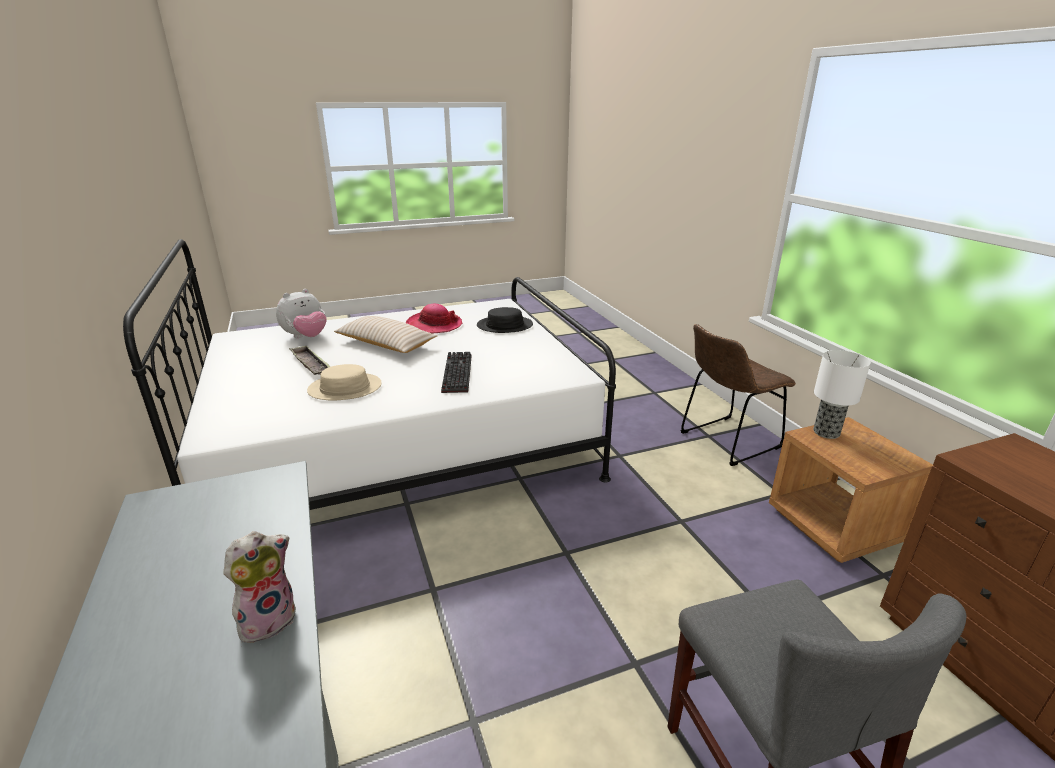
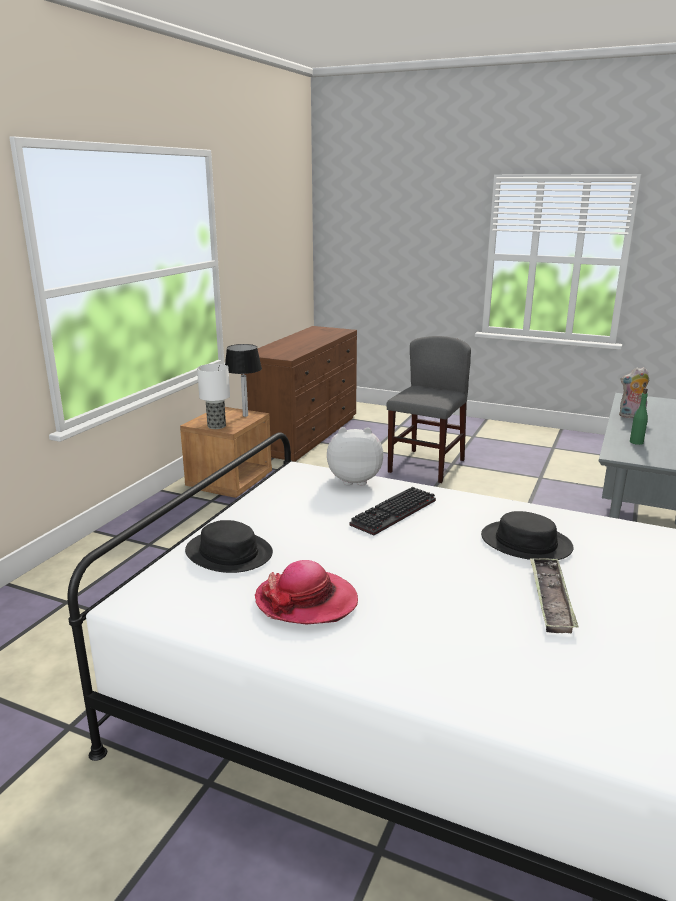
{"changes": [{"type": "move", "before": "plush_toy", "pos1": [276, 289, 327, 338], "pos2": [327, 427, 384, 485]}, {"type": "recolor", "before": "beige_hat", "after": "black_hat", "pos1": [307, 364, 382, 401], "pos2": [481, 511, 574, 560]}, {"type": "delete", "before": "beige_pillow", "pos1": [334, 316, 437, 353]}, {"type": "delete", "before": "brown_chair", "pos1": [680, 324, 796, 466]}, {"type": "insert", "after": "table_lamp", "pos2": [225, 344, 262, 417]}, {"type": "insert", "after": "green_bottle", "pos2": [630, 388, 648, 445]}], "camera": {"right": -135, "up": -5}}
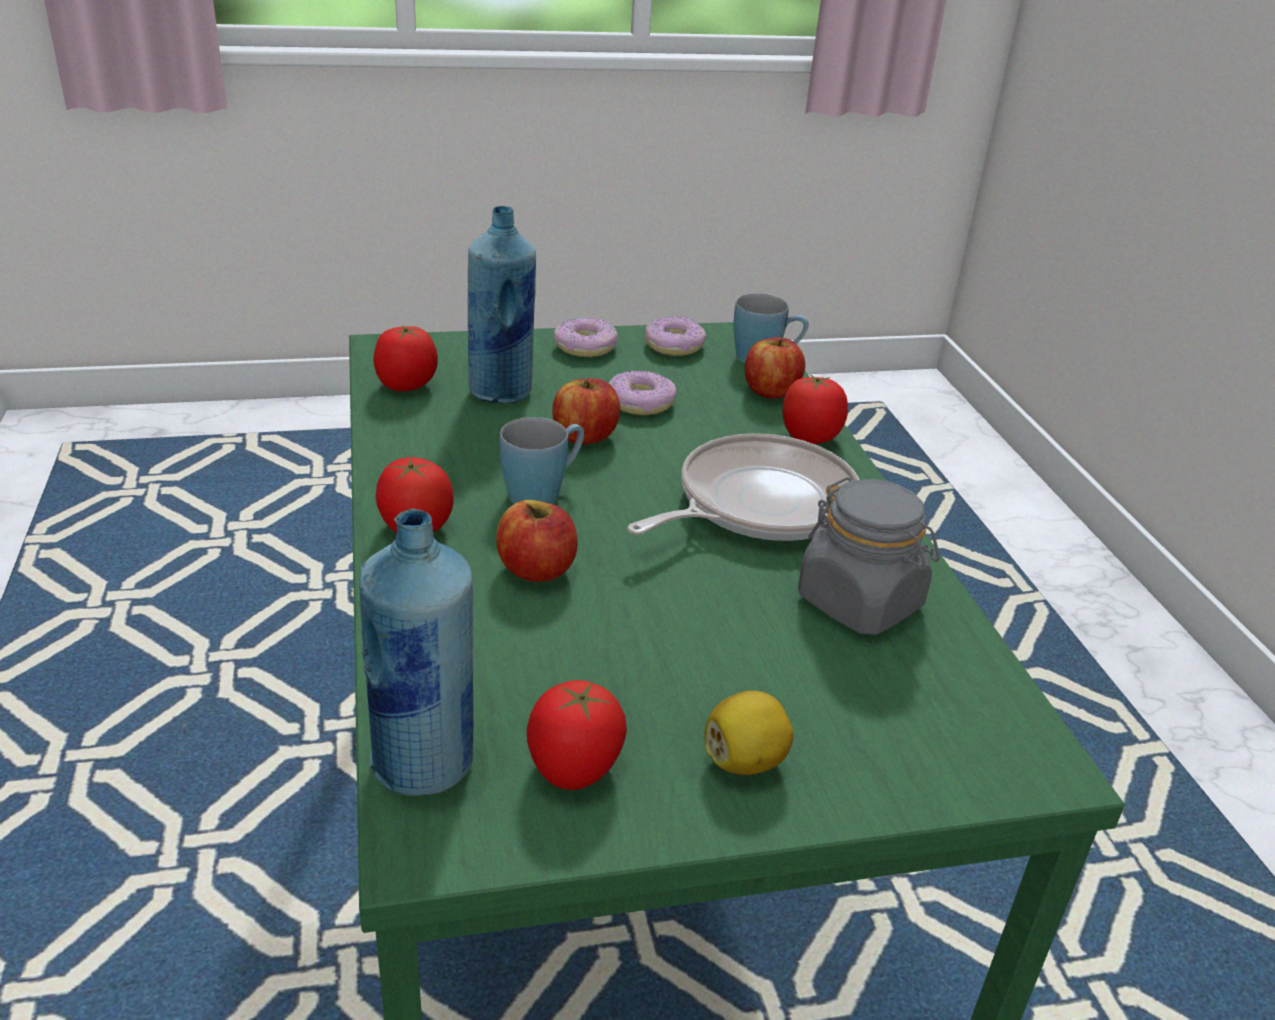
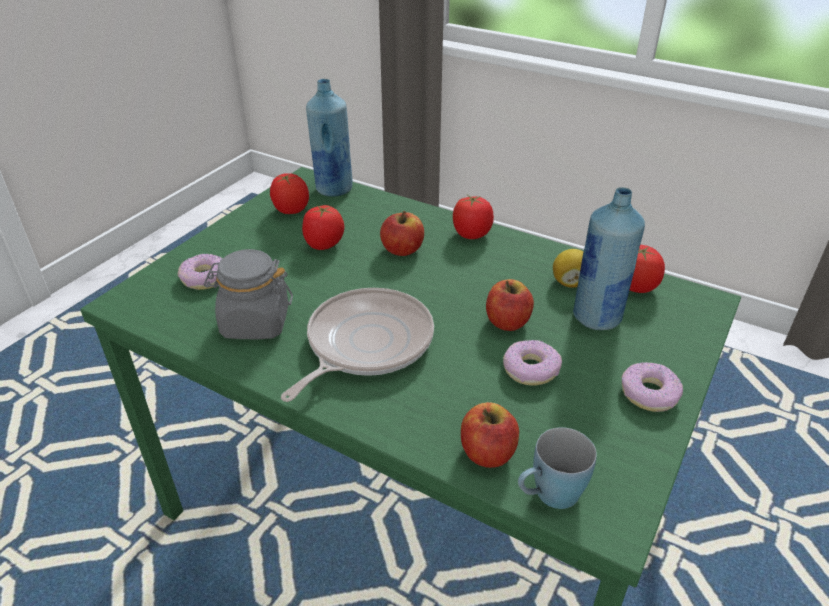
{"changes": [{"type": "delete", "before": "blue_mug", "pos1": [500, 417, 584, 504]}, {"type": "rotate", "before": "frying_pan", "pos1": [627, 433, 860, 541], "pos2": [281, 288, 434, 402], "turn": -150}, {"type": "move", "before": "donut", "pos1": [645, 316, 706, 356], "pos2": [178, 254, 223, 290]}, {"type": "move", "before": "lemon", "pos1": [705, 691, 793, 775], "pos2": [553, 249, 583, 287]}, {"type": "move", "before": "tomato", "pos1": [782, 373, 848, 444], "pos2": [302, 205, 344, 250]}], "camera": {"right": 135, "up": 5}}
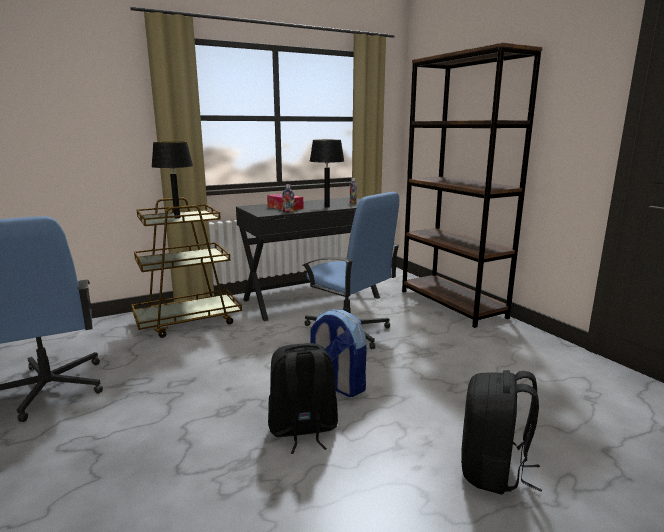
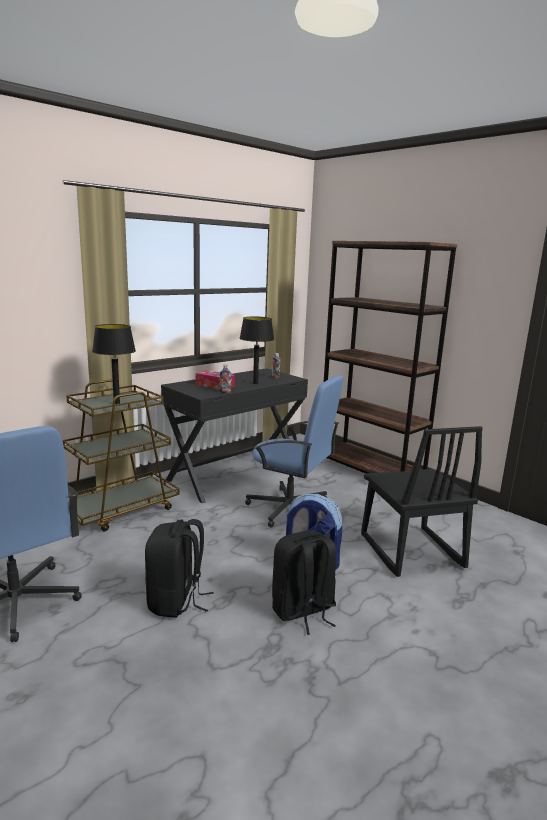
{"changes": [{"type": "move", "before": "black_backpack", "pos1": [461, 370, 542, 494], "pos2": [145, 519, 214, 618]}, {"type": "insert", "after": "black_chair", "pos2": [361, 426, 483, 577]}], "camera": {"right": -15, "up": 0}}
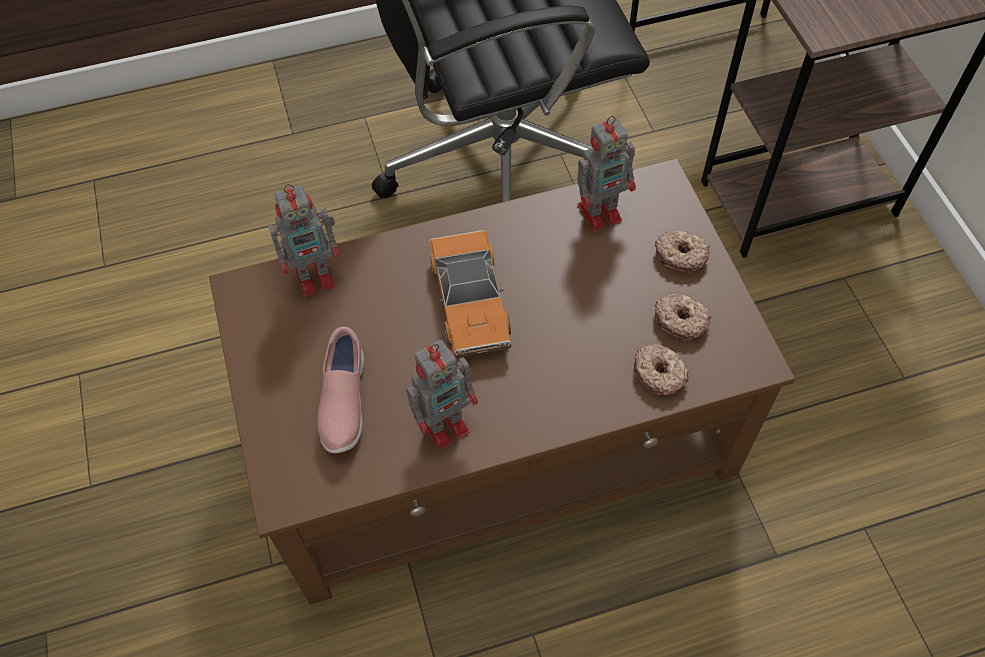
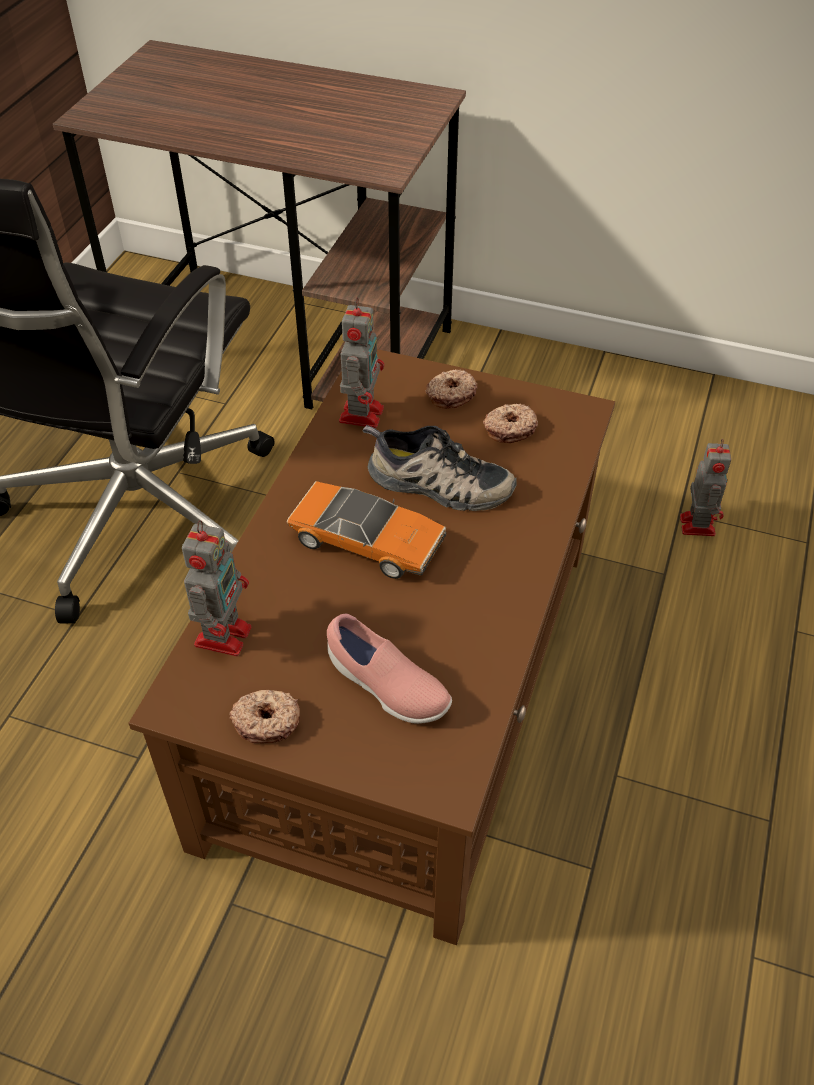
{"changes": [{"type": "move", "before": "toy_robot", "pos1": [406, 340, 478, 449], "pos2": [680, 439, 731, 536]}, {"type": "move", "before": "donut", "pos1": [634, 344, 689, 396], "pos2": [229, 690, 300, 743]}, {"type": "insert", "after": "shoe", "pos2": [362, 425, 517, 511]}], "camera": {"right": -55, "up": -10}}
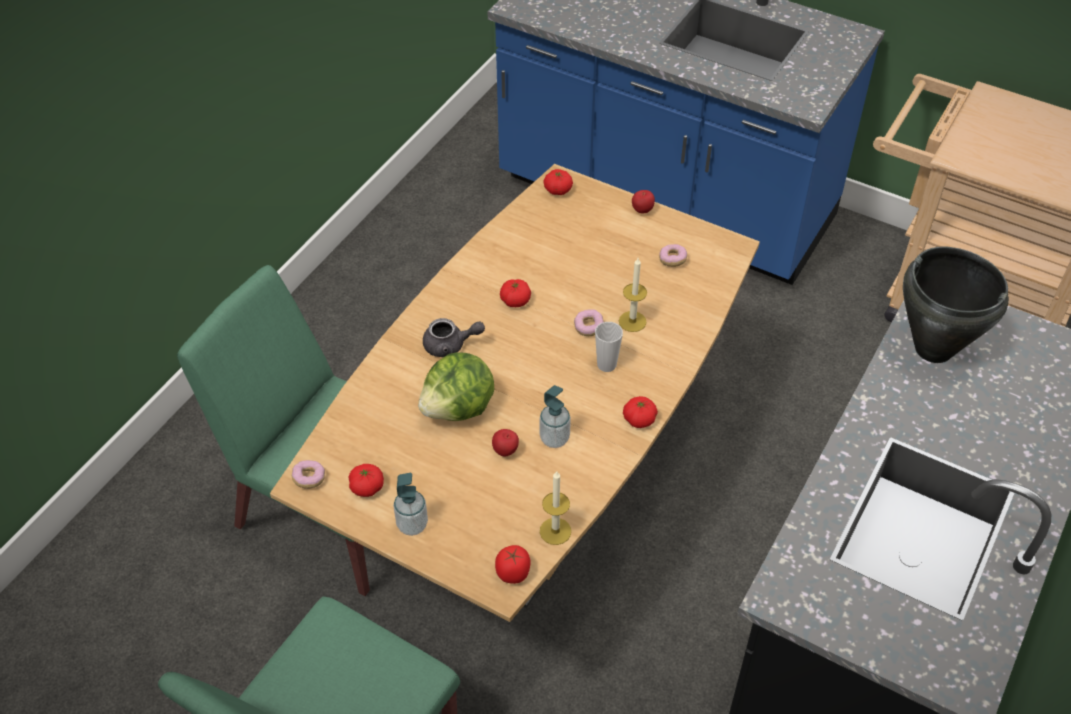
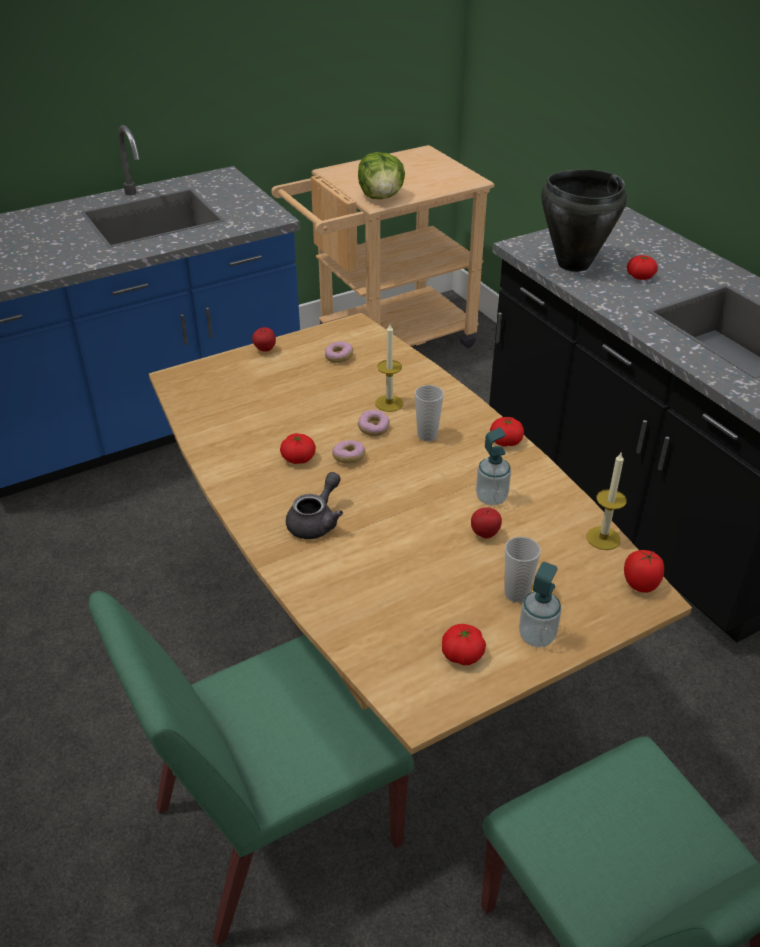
{"changes": [{"type": "move", "before": "donut", "pos1": [292, 460, 325, 489], "pos2": [332, 440, 366, 464]}, {"type": "move", "before": "lettuce", "pos1": [418, 352, 494, 421], "pos2": [358, 152, 405, 199]}, {"type": "move", "before": "tomato", "pos1": [544, 169, 573, 195], "pos2": [627, 255, 658, 280]}, {"type": "insert", "after": "cup", "pos2": [505, 537, 541, 603]}], "camera": {"right": -60, "up": -10}}
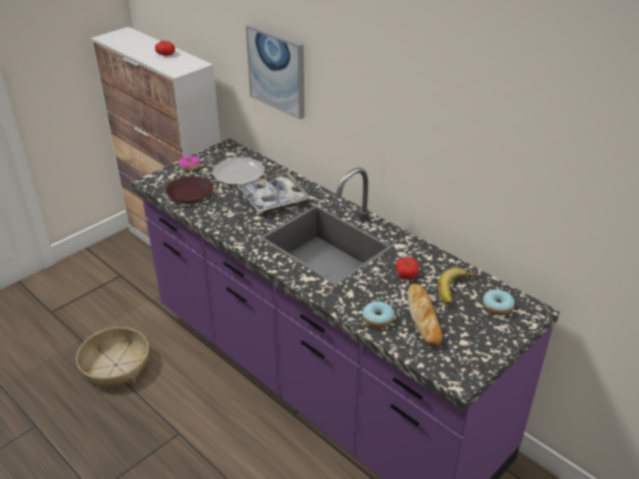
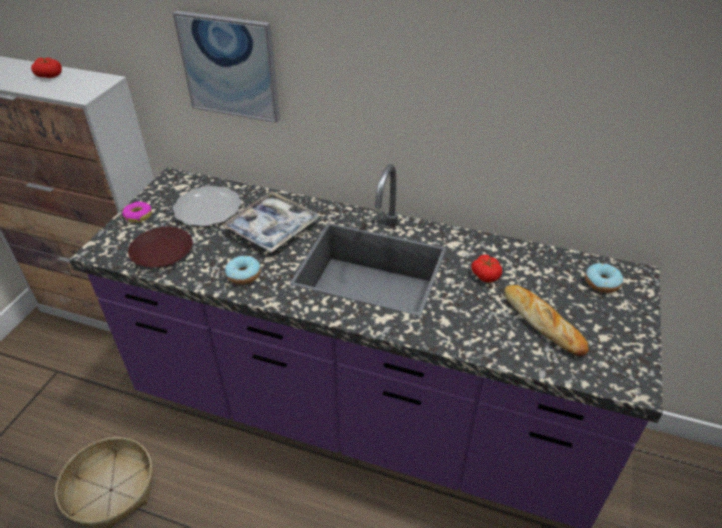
{"changes": [{"type": "move", "before": "donut", "pos1": [362, 301, 394, 328], "pos2": [225, 256, 261, 285]}, {"type": "delete", "before": "banana", "pos1": [438, 267, 479, 305]}], "camera": {"right": -25, "up": 5}}
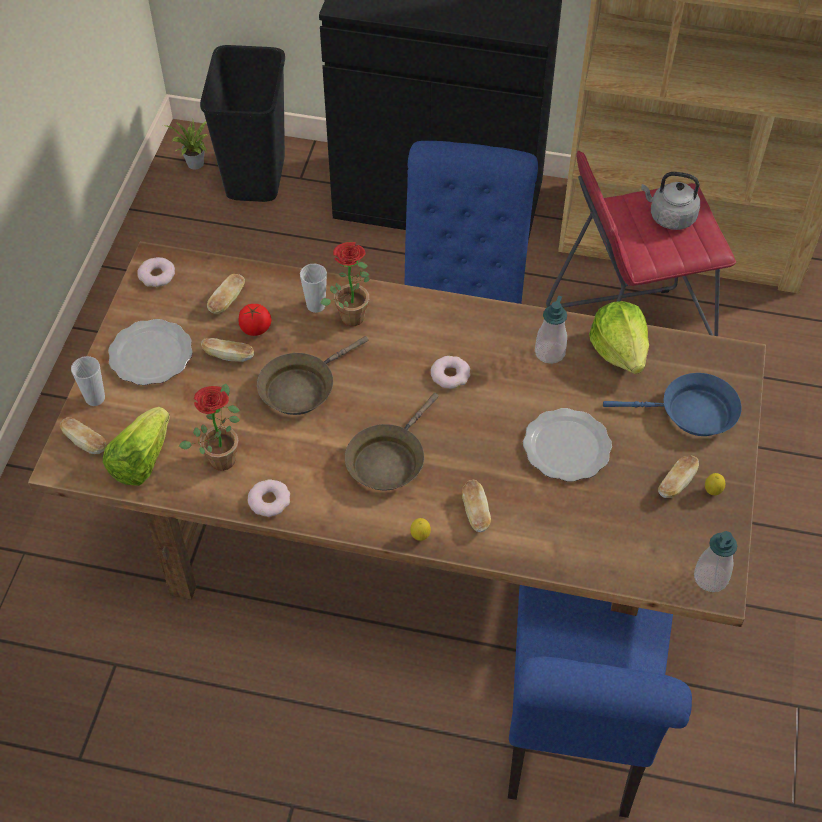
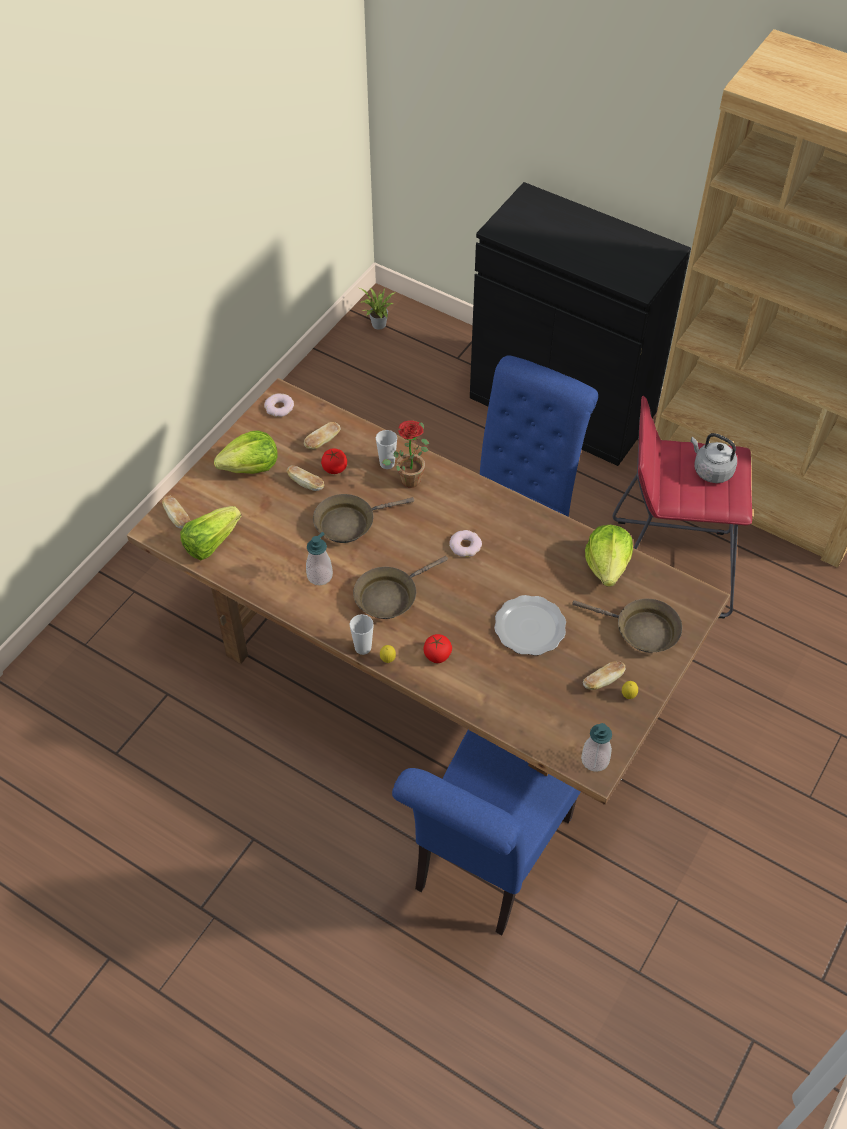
{"changes": [{"type": "move", "before": "cup", "pos1": [71, 356, 105, 406], "pos2": [349, 614, 374, 655]}, {"type": "replace", "before": "plate", "after": "lettuce", "pos1": [108, 319, 193, 385], "pos2": [214, 430, 278, 474]}, {"type": "delete", "before": "potted_plant", "pos1": [179, 383, 240, 471]}, {"type": "delete", "before": "black_trash_can", "pos1": [200, 45, 285, 202]}, {"type": "delete", "before": "donut", "pos1": [248, 479, 290, 517]}, {"type": "replace", "before": "bread", "after": "tomato", "pos1": [462, 480, 491, 532], "pos2": [424, 634, 452, 663]}, {"type": "move", "before": "soap_dispenser", "pos1": [535, 296, 567, 364], "pos2": [306, 532, 333, 585]}, {"type": "recolor", "before": "blue_frying_pan", "after": "brown_frying_pan", "pos1": [603, 373, 741, 436], "pos2": [572, 599, 682, 653]}], "camera": {"right": 20, "up": 0}}
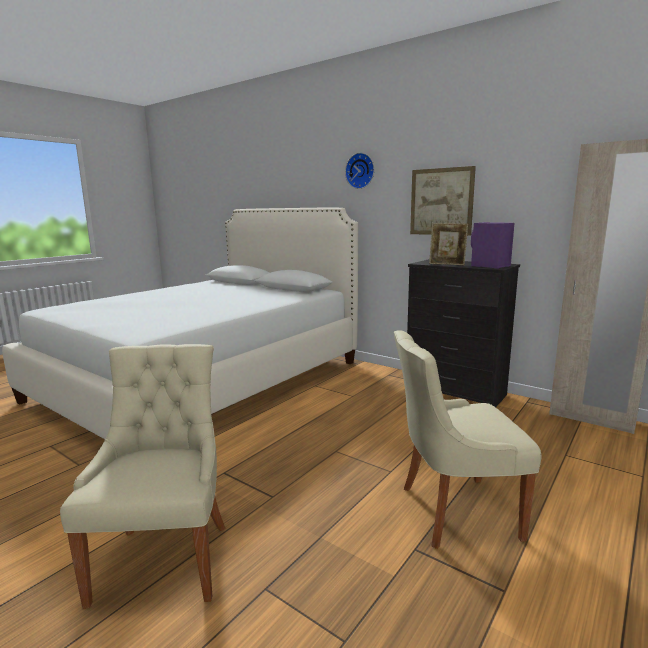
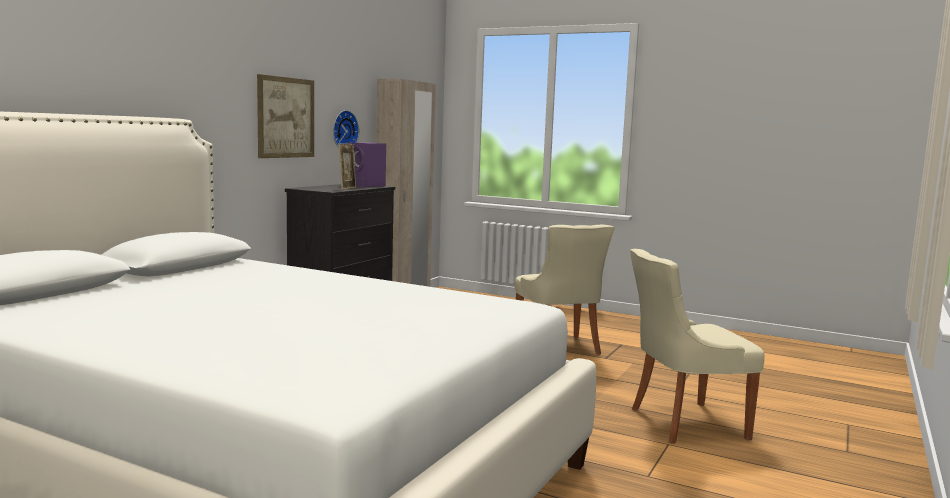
{"changes": [{"type": "move", "before": "wall_clock", "pos1": [345, 153, 374, 189], "pos2": [333, 110, 359, 147]}], "camera": {"right": -100, "up": -5}}
